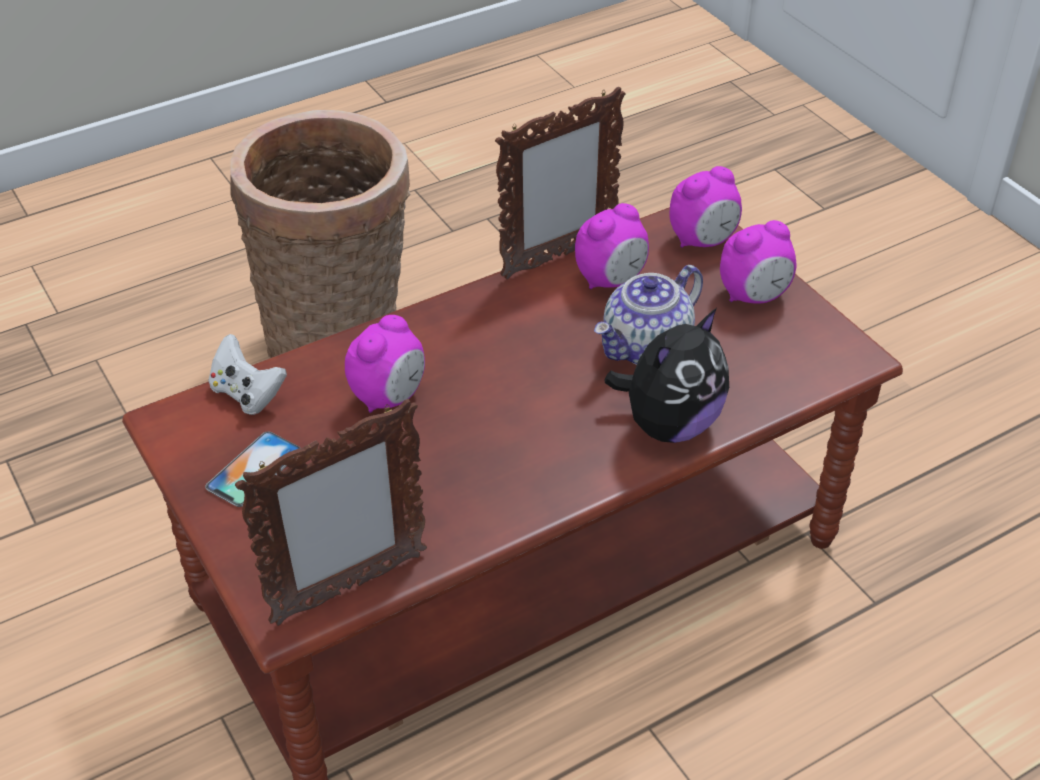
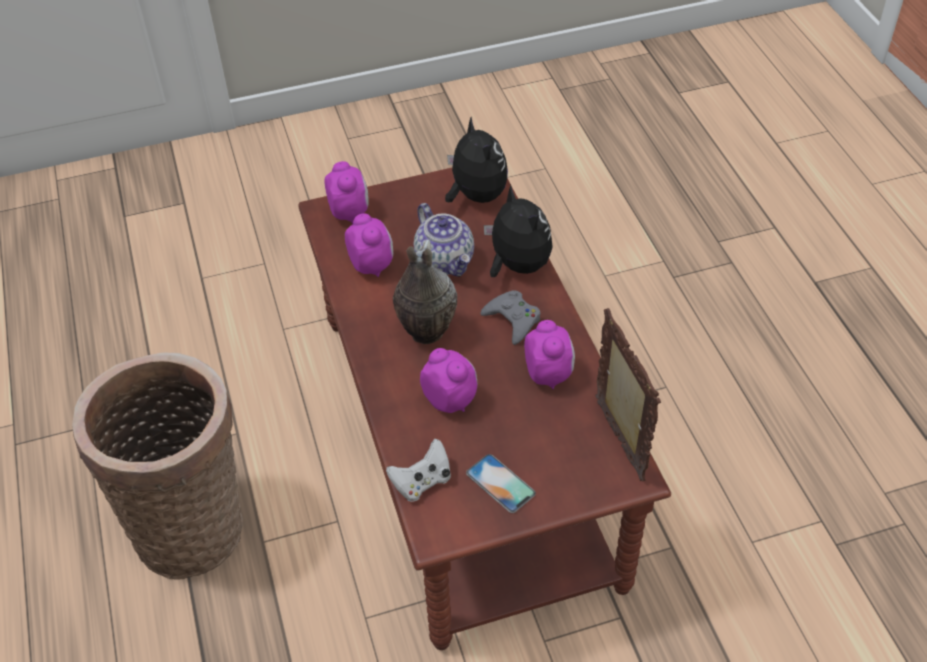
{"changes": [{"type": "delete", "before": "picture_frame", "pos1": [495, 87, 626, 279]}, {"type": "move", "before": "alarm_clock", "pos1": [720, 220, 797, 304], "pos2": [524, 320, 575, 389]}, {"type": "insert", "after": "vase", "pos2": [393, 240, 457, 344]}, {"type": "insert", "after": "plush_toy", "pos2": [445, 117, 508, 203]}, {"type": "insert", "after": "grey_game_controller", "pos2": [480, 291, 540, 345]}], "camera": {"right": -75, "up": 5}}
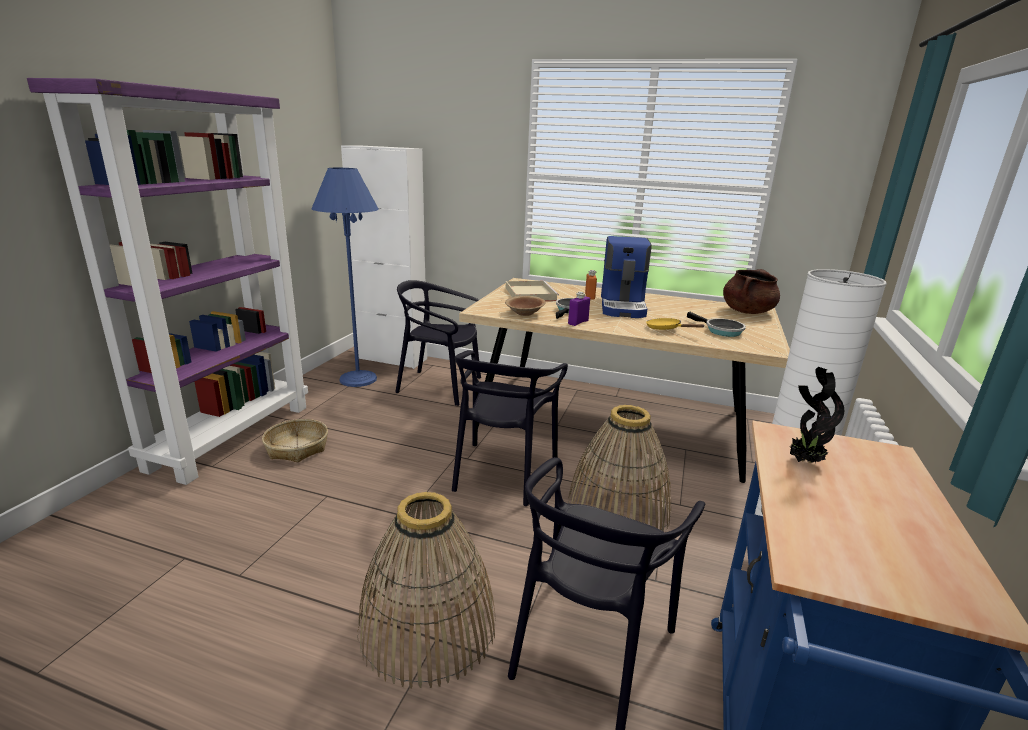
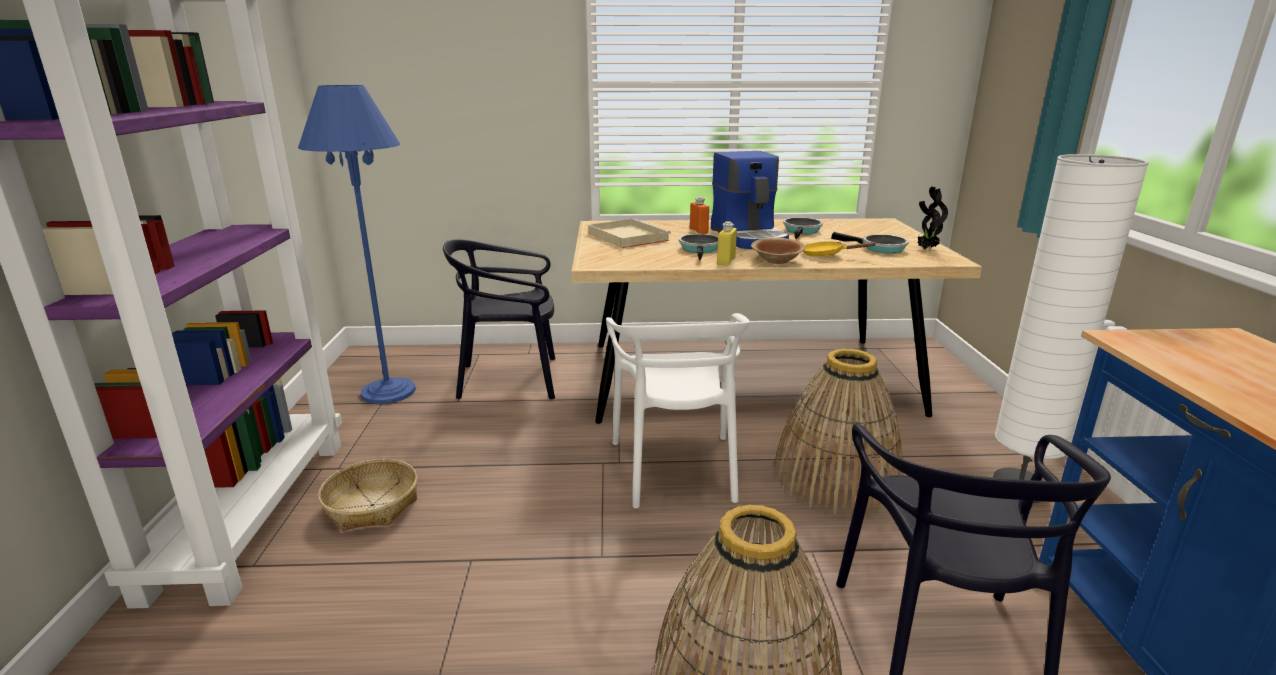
{"changes": [{"type": "delete", "before": "white_cabinet", "pos1": [341, 145, 427, 369]}, {"type": "recolor", "before": "black_chair", "after": "white_chair", "pos1": [452, 350, 568, 506], "pos2": [606, 313, 750, 508]}, {"type": "move", "before": "brown_bowl", "pos1": [505, 296, 546, 316], "pos2": [751, 238, 805, 264]}, {"type": "recolor", "before": "purple_bottle", "after": "yellow_bottle", "pos1": [568, 291, 590, 326], "pos2": [717, 221, 737, 266]}, {"type": "delete", "before": "brown_cooking_pot", "pos1": [723, 269, 780, 314]}, {"type": "move", "before": "potted_plant", "pos1": [790, 367, 844, 463], "pos2": [918, 187, 948, 249]}, {"type": "insert", "after": "frying_pan", "pos2": [783, 217, 823, 239]}], "camera": {"right": -20, "up": 0}}
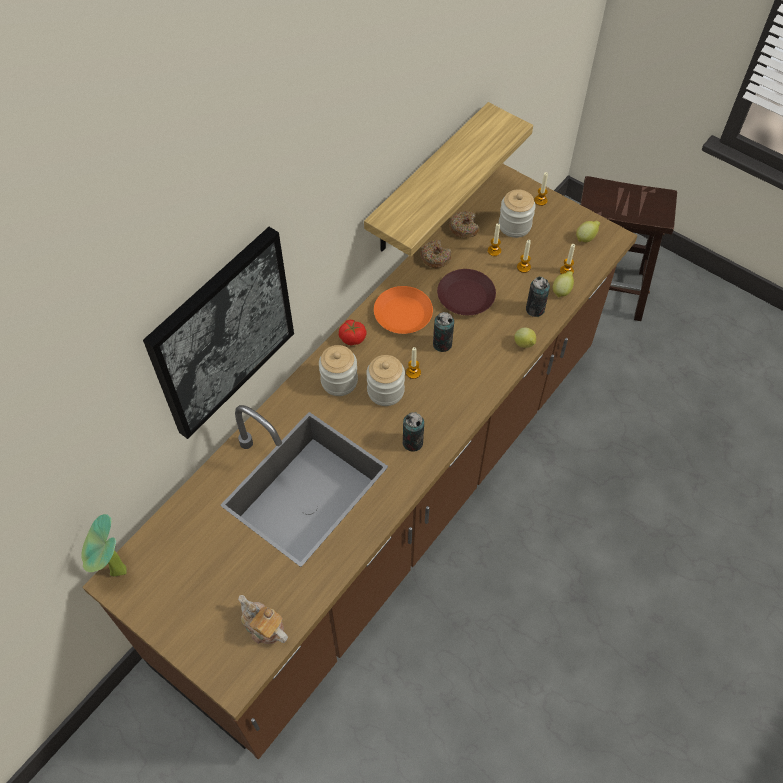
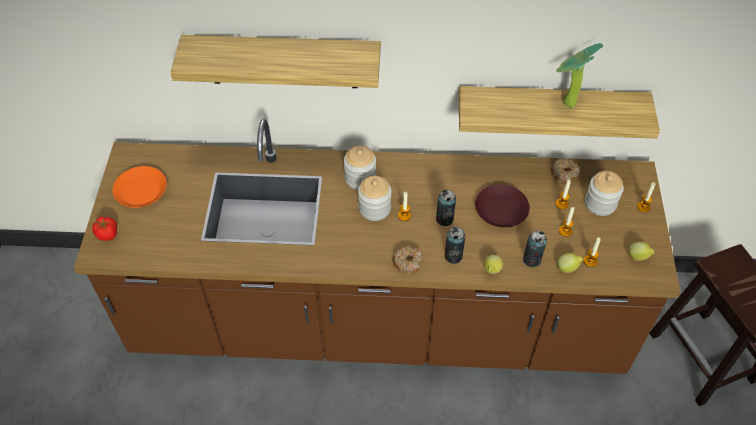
{"changes": [{"type": "move", "before": "potted_plant", "pos1": [81, 514, 127, 576], "pos2": [556, 43, 603, 108]}, {"type": "replace", "before": "picture", "after": "shelf", "pos1": [143, 227, 294, 439], "pos2": [170, 35, 381, 88]}, {"type": "delete", "before": "teapot", "pos1": [238, 595, 288, 644]}, {"type": "move", "before": "tomato", "pos1": [339, 320, 367, 346], "pos2": [92, 216, 117, 241]}, {"type": "move", "before": "orange_plate", "pos1": [374, 286, 433, 334], "pos2": [113, 166, 167, 208]}, {"type": "move", "before": "can", "pos1": [402, 412, 424, 452], "pos2": [444, 227, 465, 264]}, {"type": "move", "before": "donut", "pos1": [420, 240, 451, 269], "pos2": [392, 246, 423, 275]}], "camera": {"right": 55, "up": -5}}
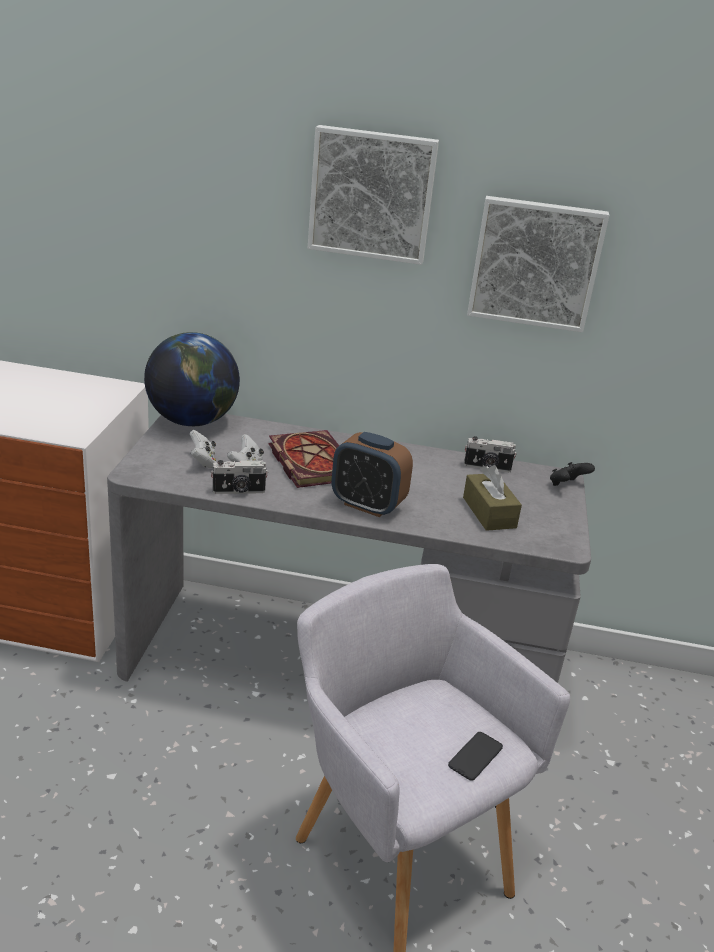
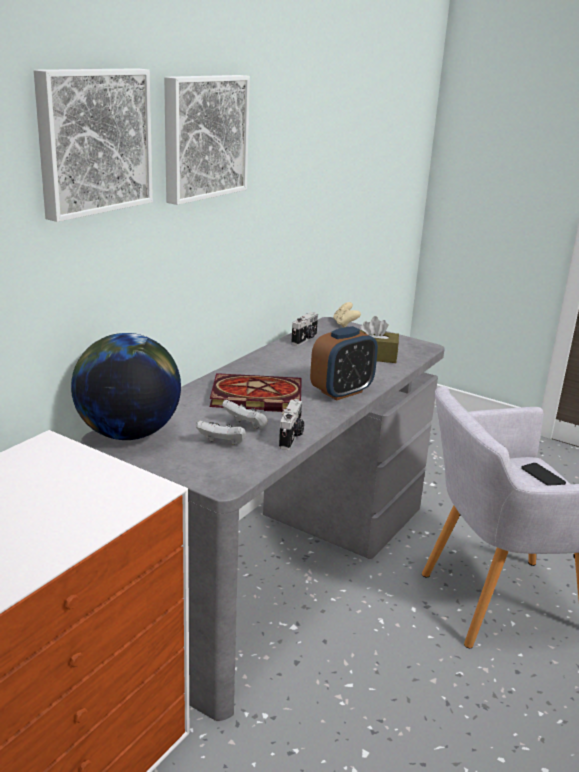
{"changes": [{"type": "move", "before": "picture", "pos1": [467, 196, 609, 332], "pos2": [34, 68, 153, 222]}, {"type": "recolor", "before": "black_game_controller", "after": "beige_game_controller", "pos1": [550, 462, 595, 486], "pos2": [333, 302, 361, 328]}], "camera": {"right": -65, "up": -5}}
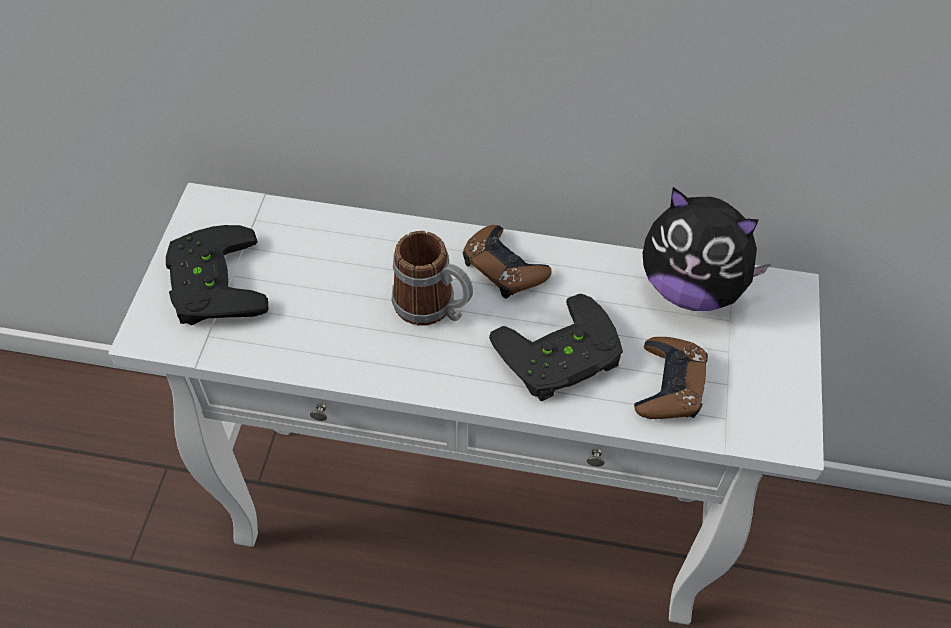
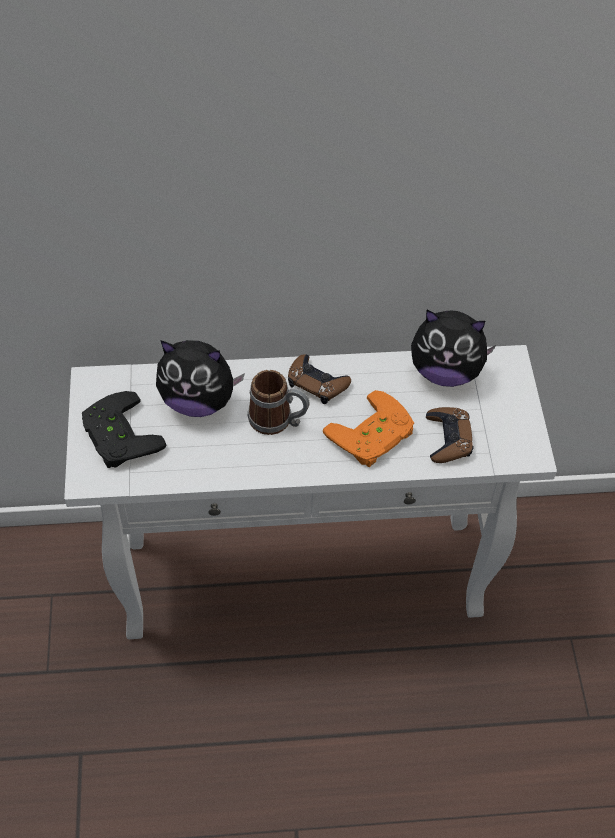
{"changes": [{"type": "recolor", "before": "black_game_controller", "after": "orange_game_controller", "pos1": [489, 294, 623, 401], "pos2": [323, 390, 414, 467]}, {"type": "insert", "after": "plush_toy", "pos2": [156, 340, 245, 417]}], "camera": {"right": -15, "up": 0}}
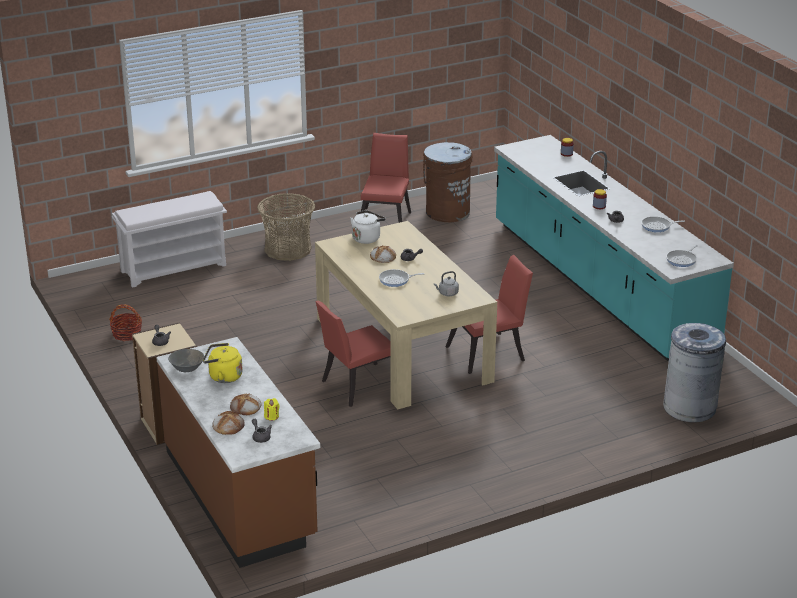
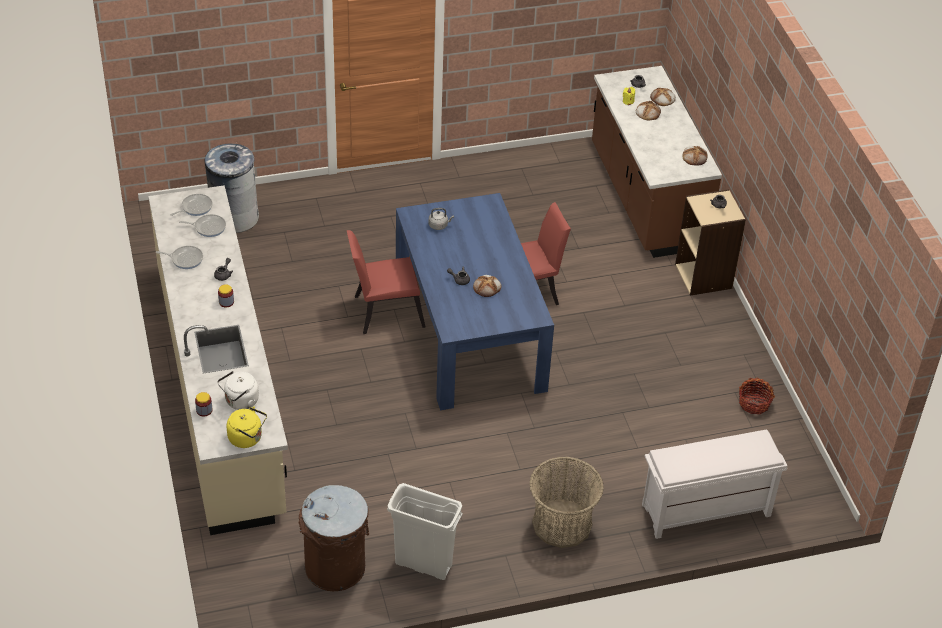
{"changes": [{"type": "replace", "before": "grey_bowl", "after": "bread", "pos1": [168, 349, 204, 372], "pos2": [682, 146, 708, 165]}, {"type": "move", "before": "yellow_kettle", "pos1": [203, 343, 243, 383], "pos2": [227, 407, 267, 448]}, {"type": "recolor", "before": "beige_dining_table", "after": "blue_dining_table", "pos1": [315, 221, 497, 409], "pos2": [396, 193, 554, 410]}, {"type": "move", "before": "white_kettle", "pos1": [350, 210, 386, 244], "pos2": [217, 371, 259, 410]}, {"type": "replace", "before": "red_chair", "after": "white_trash_can", "pos1": [361, 133, 411, 223], "pos2": [387, 483, 463, 580]}, {"type": "move", "before": "frying_pan", "pos1": [379, 269, 425, 287], "pos2": [179, 214, 226, 237]}, {"type": "recolor", "before": "turquoise_counter", "after": "beige_counter", "pos1": [494, 135, 734, 362], "pos2": [149, 185, 288, 535]}], "camera": {"right": -170, "up": 15}}
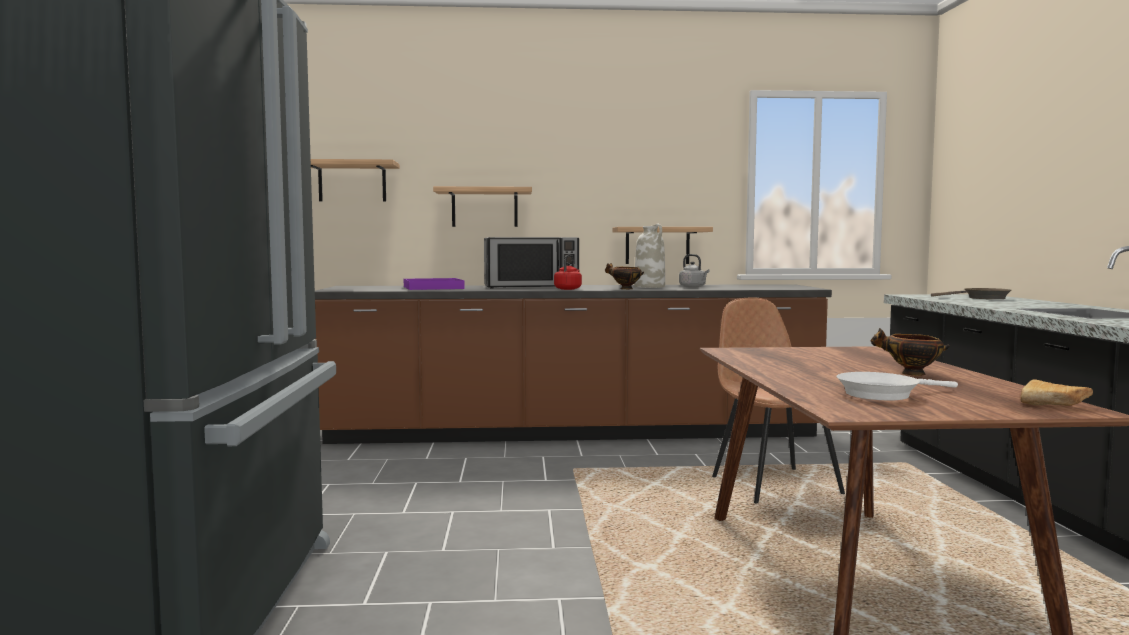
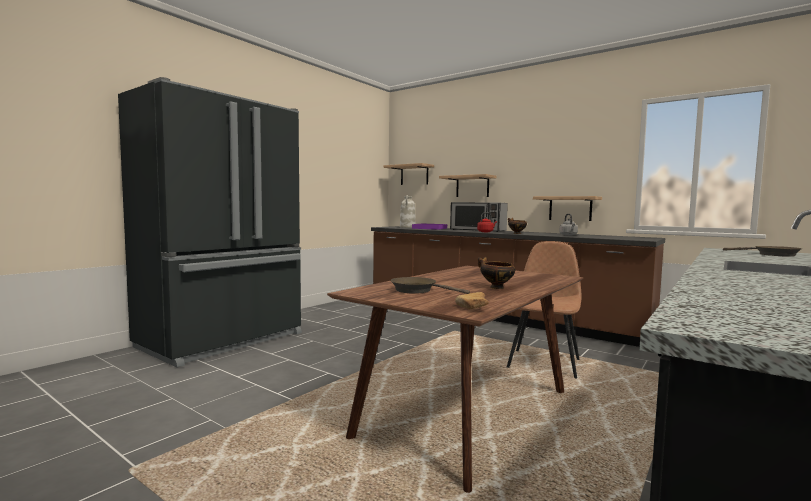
{"changes": [{"type": "move", "before": "white_vase", "pos1": [634, 223, 665, 288], "pos2": [400, 195, 416, 228]}, {"type": "recolor", "before": "white_frying_pan", "after": "brown_frying_pan", "pos1": [836, 372, 958, 400], "pos2": [390, 277, 470, 294]}], "camera": {"right": 40, "up": 0}}
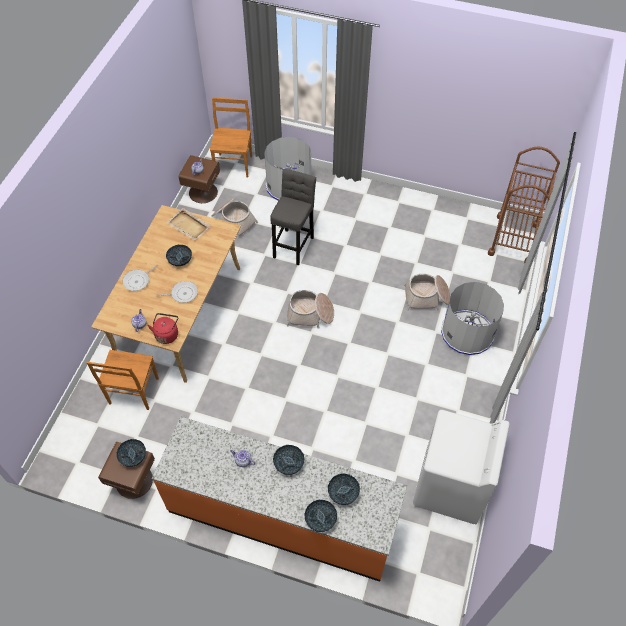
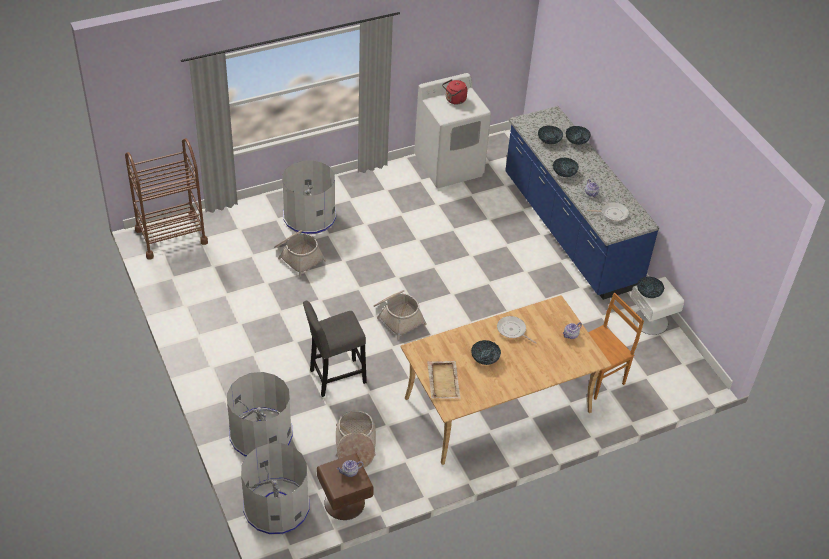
{"changes": [{"type": "recolor", "before": "brown_nightstand", "after": "white_nightstand", "pos1": [98, 442, 155, 499], "pos2": [631, 277, 684, 335]}, {"type": "move", "before": "frying_pan", "pos1": [123, 264, 159, 291], "pos2": [587, 202, 629, 221]}, {"type": "move", "before": "red_kettle", "pos1": [148, 313, 179, 344], "pos2": [442, 79, 467, 104]}, {"type": "recolor", "before": "orange_counter", "after": "blue_counter", "pos1": [152, 417, 407, 582], "pos2": [505, 106, 659, 300]}, {"type": "replace", "before": "brown_chair", "after": "grey_trash_can", "pos1": [210, 98, 252, 178], "pos2": [241, 443, 309, 535]}], "camera": {"right": -135, "up": -10}}
